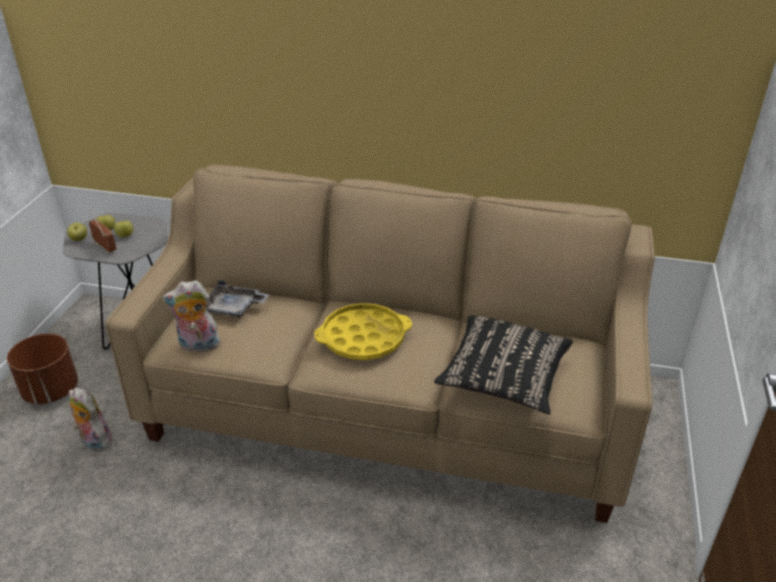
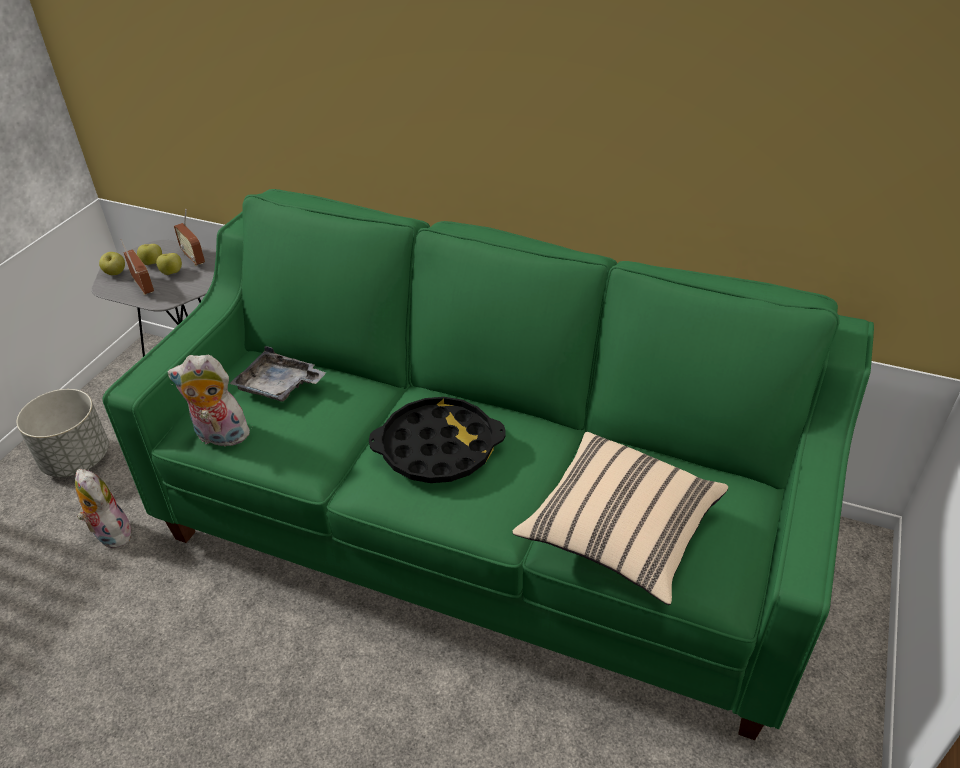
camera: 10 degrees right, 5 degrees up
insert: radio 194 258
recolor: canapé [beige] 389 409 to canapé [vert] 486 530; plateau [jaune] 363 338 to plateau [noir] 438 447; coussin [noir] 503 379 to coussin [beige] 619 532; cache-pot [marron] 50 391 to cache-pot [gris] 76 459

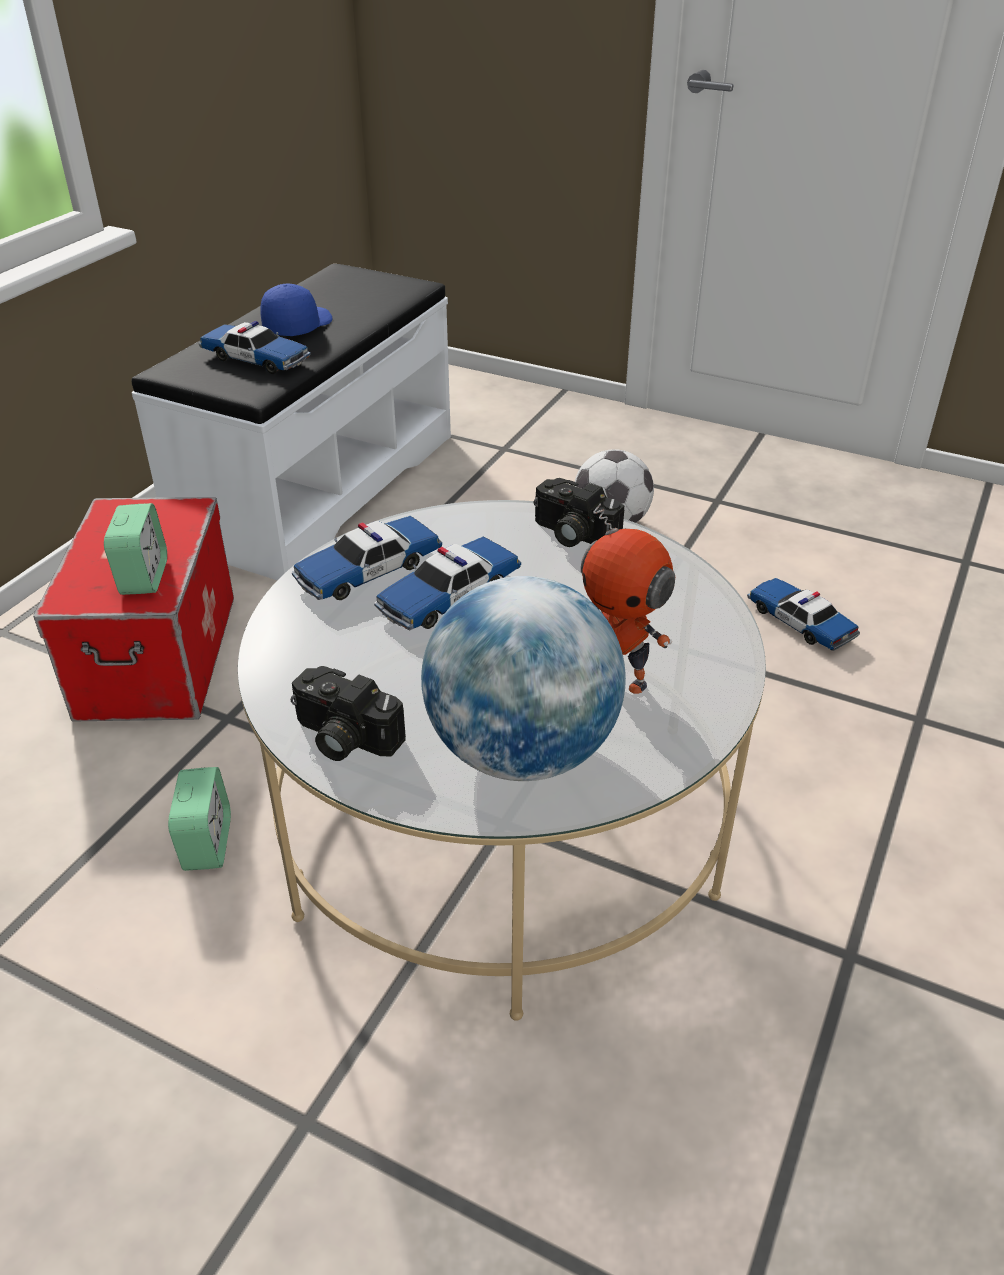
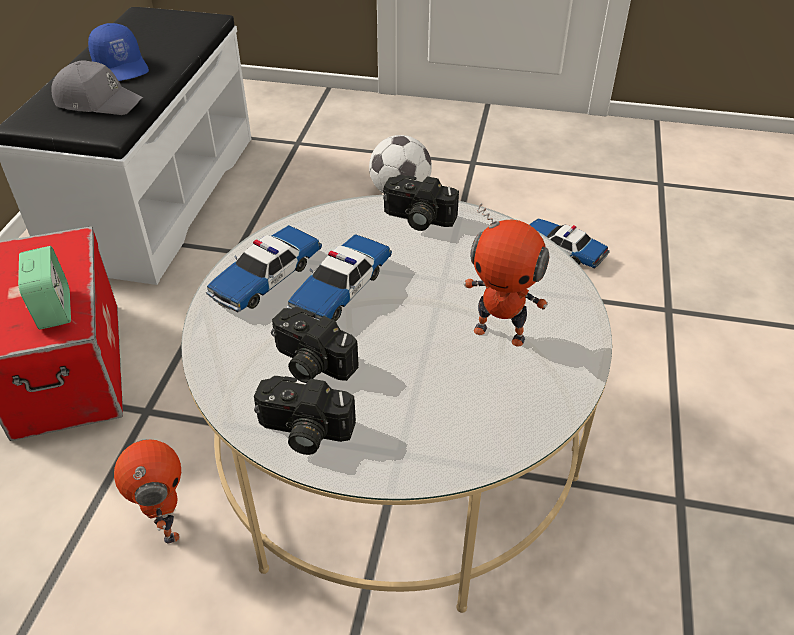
camera: 15 degrees left, 5 degrees up
delete: globe 521 752
insert: appareil photo 310 363
replace: petite voiture 256 359 to casquette [gris] 98 101; réveil 207 843 to robot jouet 166 523
rotate: casquette [bleu] 297 326 = 122 67 135 degrees clockwise

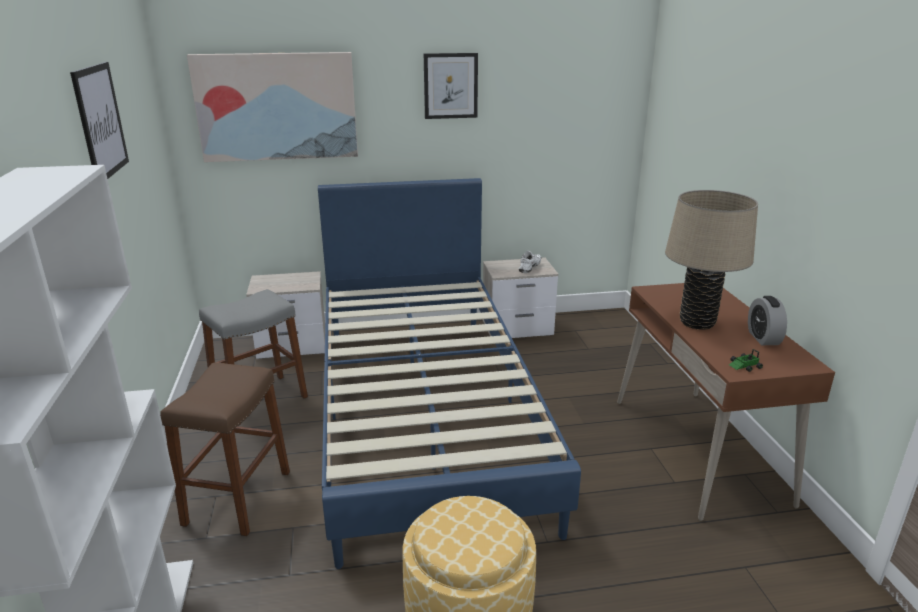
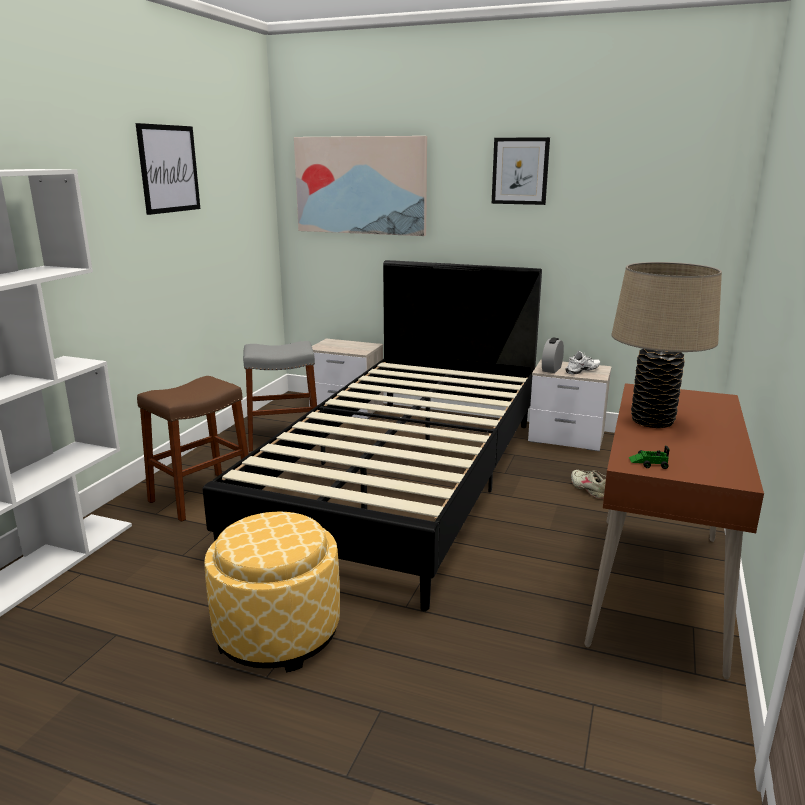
camera: 30 degrees right, 5 degrees down
insert: chaussure [beige] 589 489
move: réveil 763 338 to 551 369
recolor: lit [bleu] 424 412 to lit [noir] 403 480

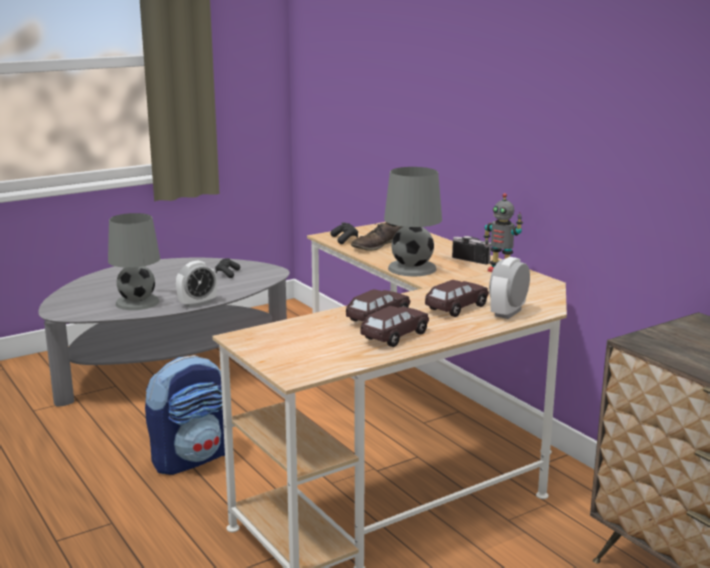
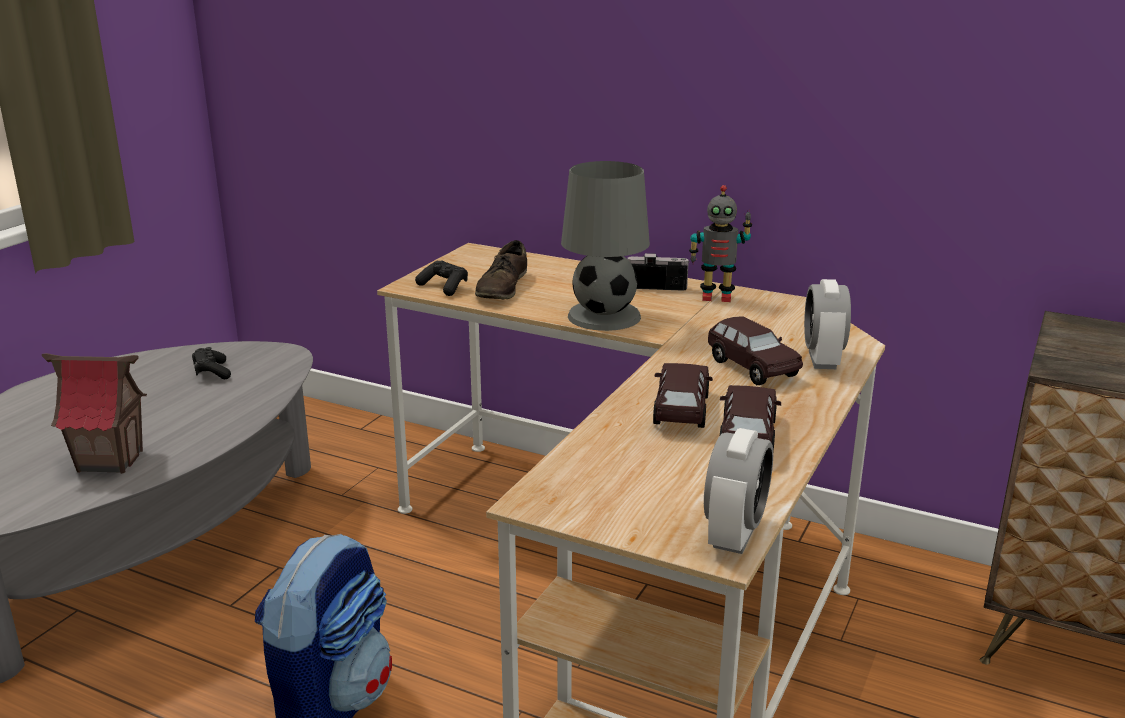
camera: 30 degrees left, 5 degrees up
move: réveil 197 303 to 734 535
replace: lampe de table [gris] 137 302 to maison miniature 110 460
rotate: petite voiture [marron] 456 308 = 752 367 135 degrees clockwise

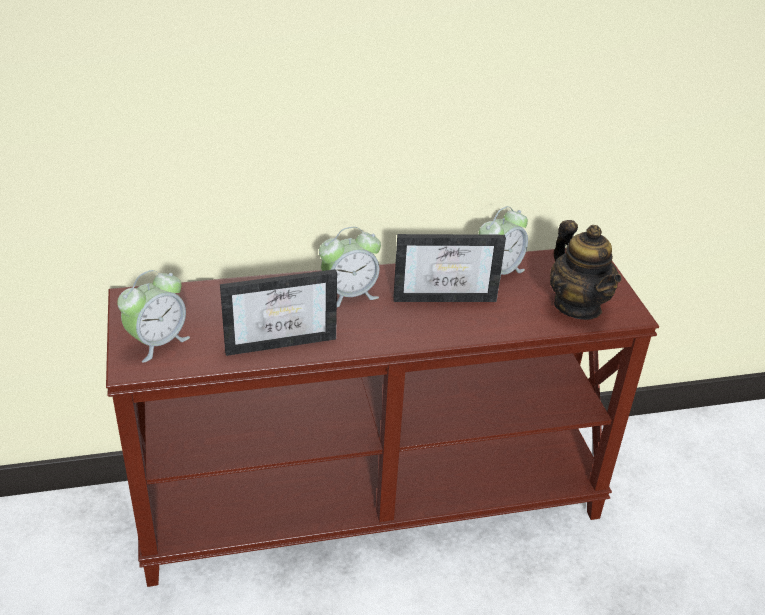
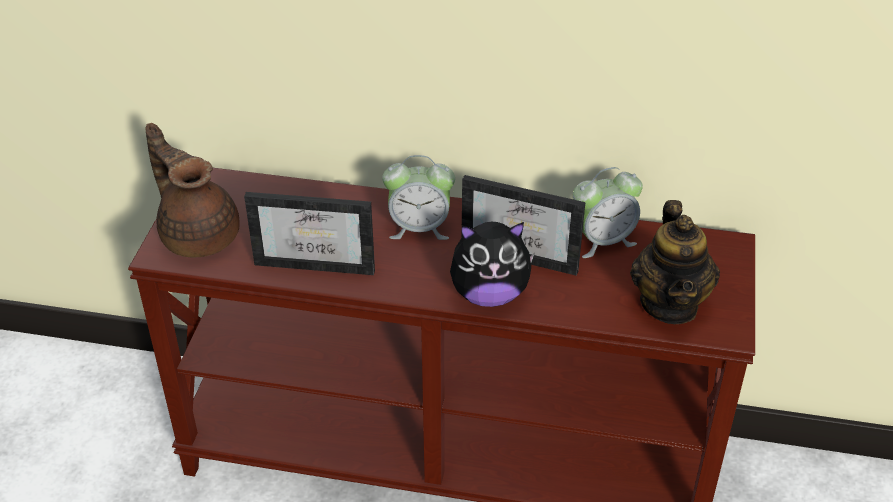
camera: 25 degrees right, 5 degrees up
insert: peluche 489 294
replace: réveil 157 342 to théière [marron] 198 234

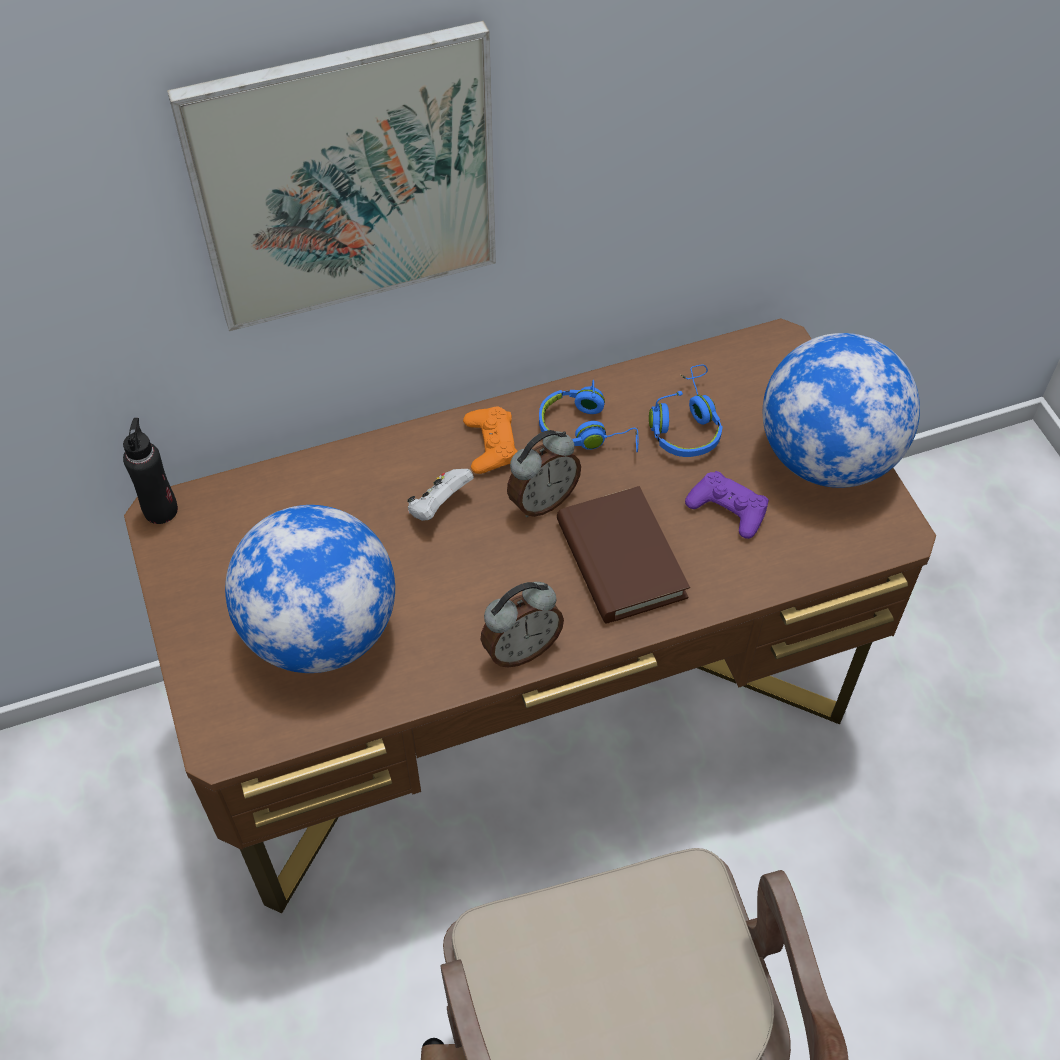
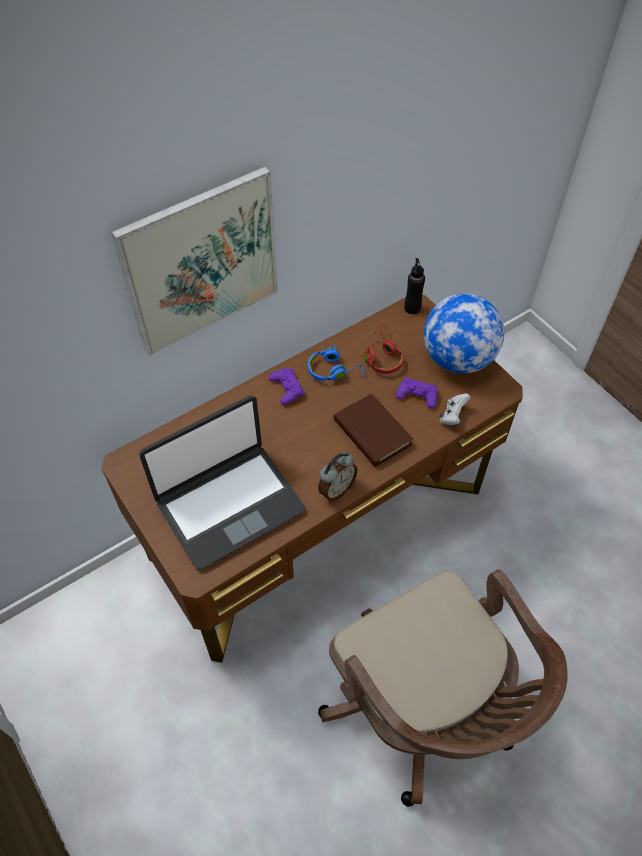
camera: 15 degrees left, 0 degrees up
delete: réveil 542 500
move: bouteille [noir] 161 510 to 412 308; manette [blanc] 439 506 to 452 416
replace: globe 320 631 to ordinateur portable 229 505
recolor: casque audio [bleu] 685 424 to casque audio [rouge] 382 356; manette [orange] 491 445 to manette [violet] 286 388

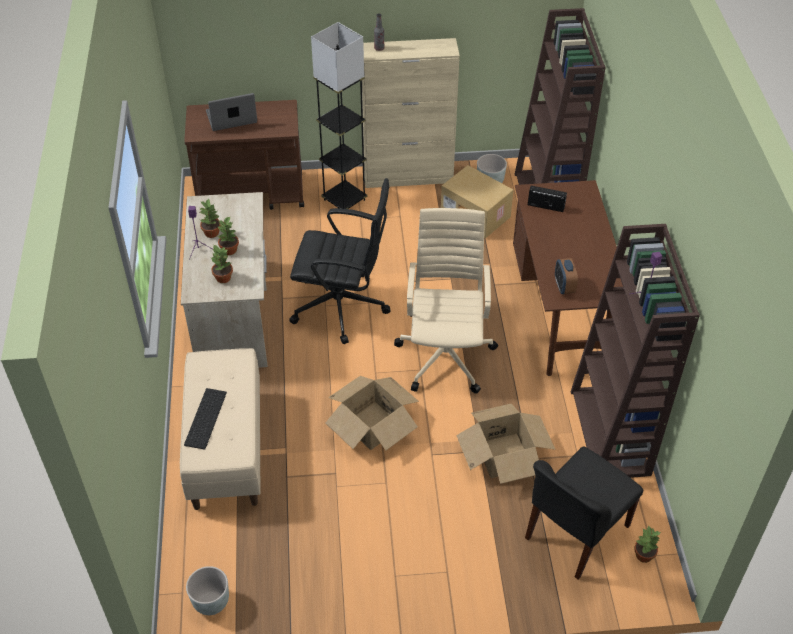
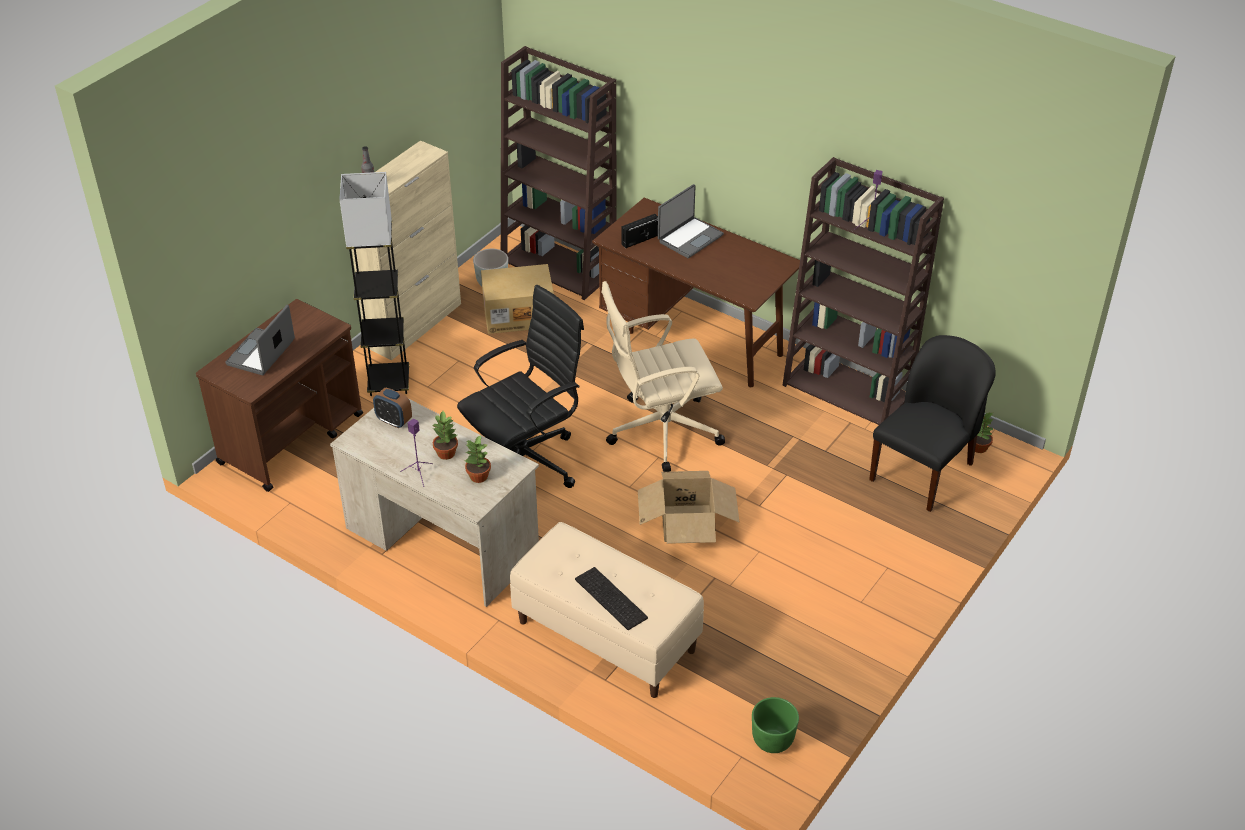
camera: 50 degrees left, 5 degrees down
delete: plante en pot 211 232; carton 503 455
insert: ordinateur portable 689 238
move: réveil 564 287 to 394 421
recolor: cache-pot [gris] 211 602 to cache-pot [vert] 772 741
rotate: chaise de bureau [beige] 446 355 = 660 431 60 degrees counterclockwise; chaise [noir] 575 533 = 923 471 135 degrees counterclockwise

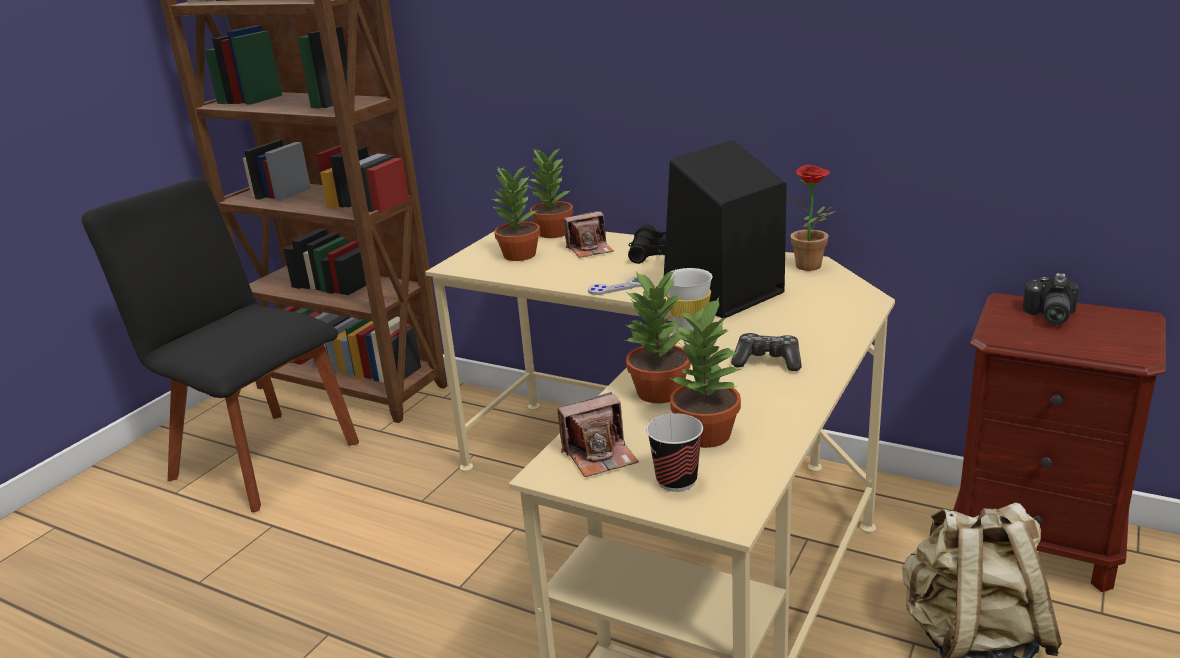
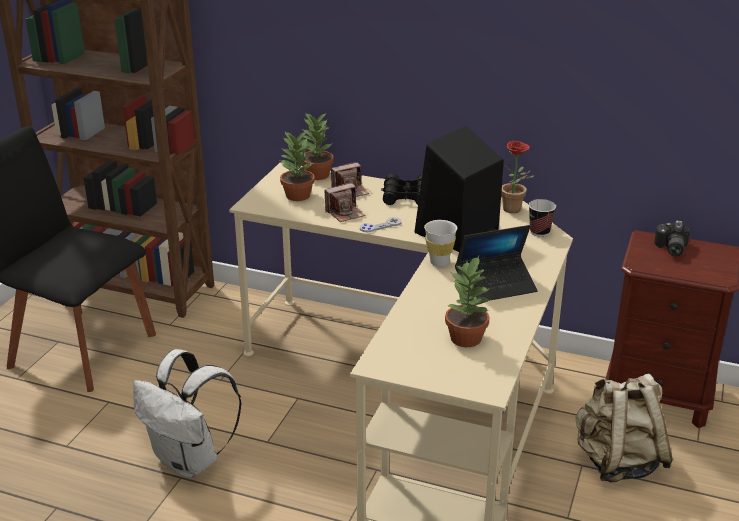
camera: 10 degrees left, 5 degrees up
delete: plante en pot 660 392
insert: sac à dos [blanc] 190 461
move: appareil photo 600 455 to 345 213; tasse 676 480 to 539 232
replace: manette 767 361 to ordinateur portable 495 286

